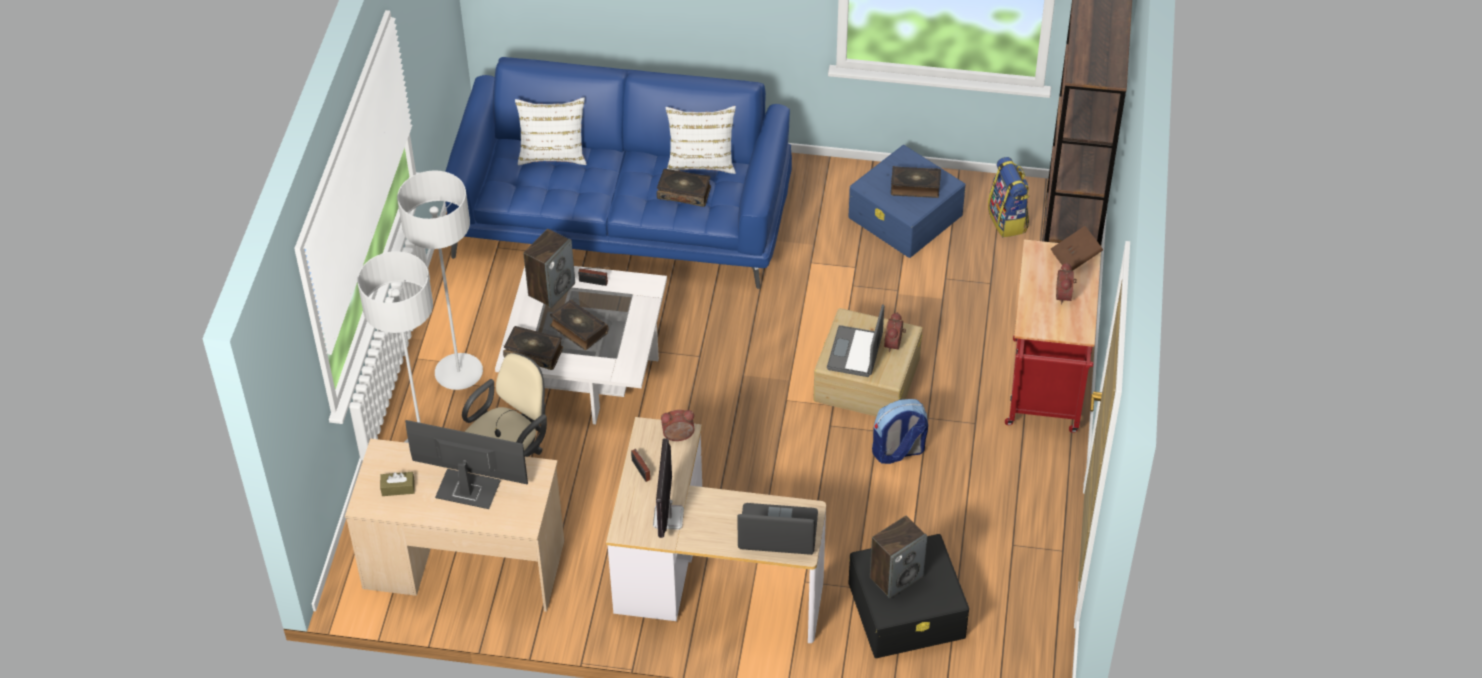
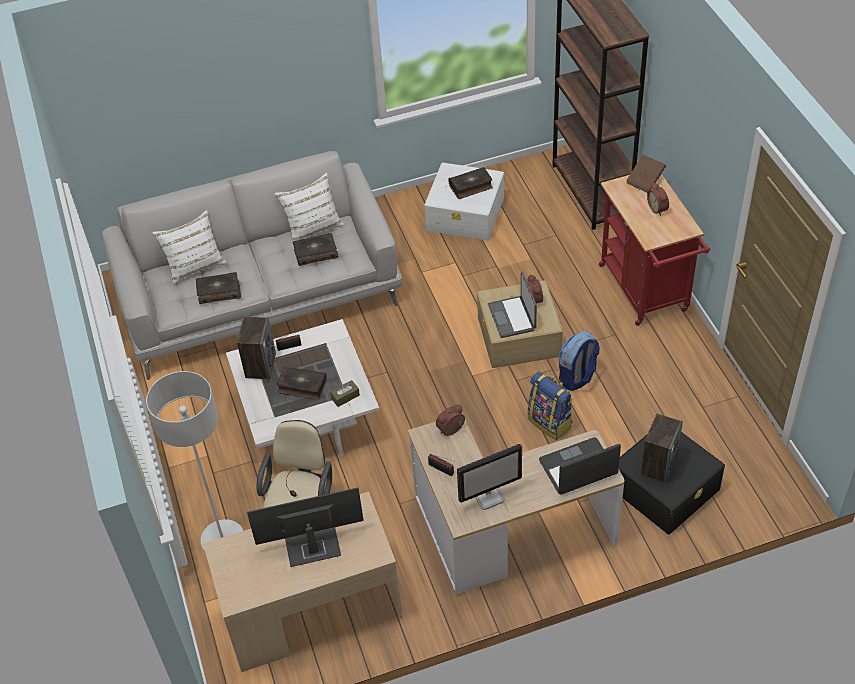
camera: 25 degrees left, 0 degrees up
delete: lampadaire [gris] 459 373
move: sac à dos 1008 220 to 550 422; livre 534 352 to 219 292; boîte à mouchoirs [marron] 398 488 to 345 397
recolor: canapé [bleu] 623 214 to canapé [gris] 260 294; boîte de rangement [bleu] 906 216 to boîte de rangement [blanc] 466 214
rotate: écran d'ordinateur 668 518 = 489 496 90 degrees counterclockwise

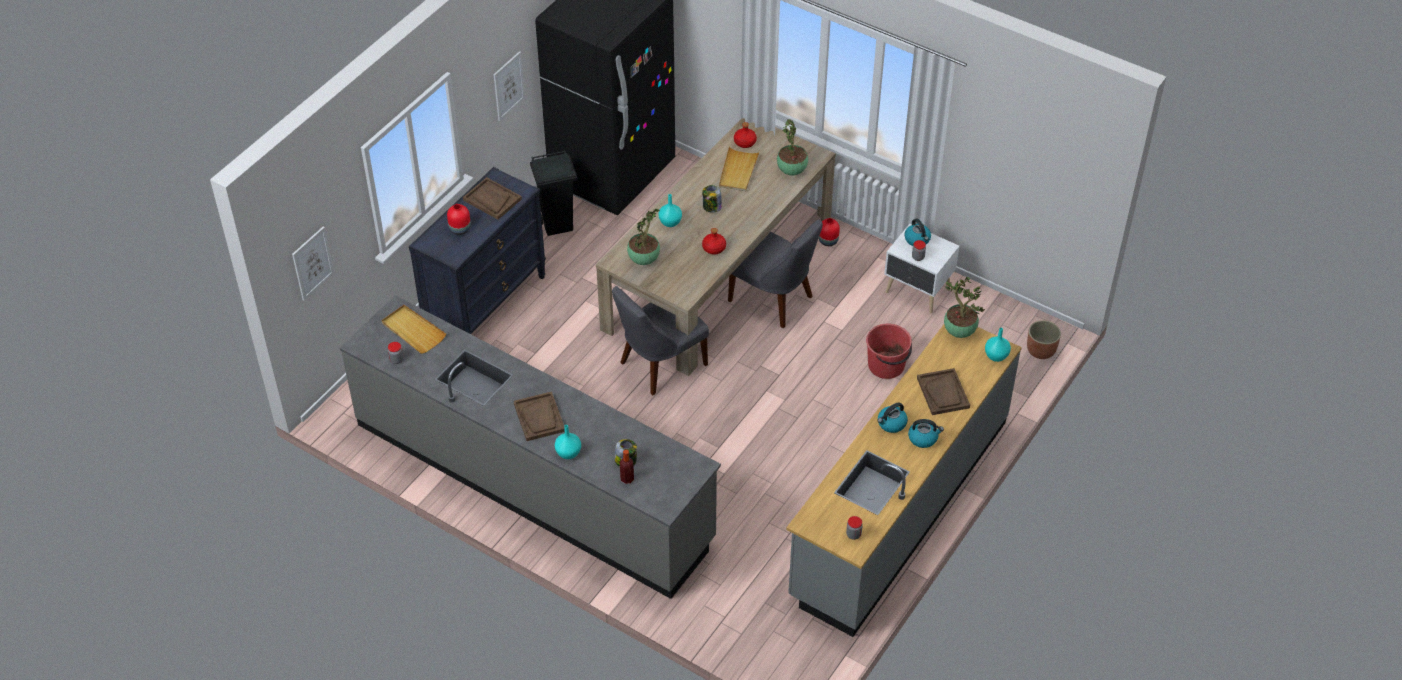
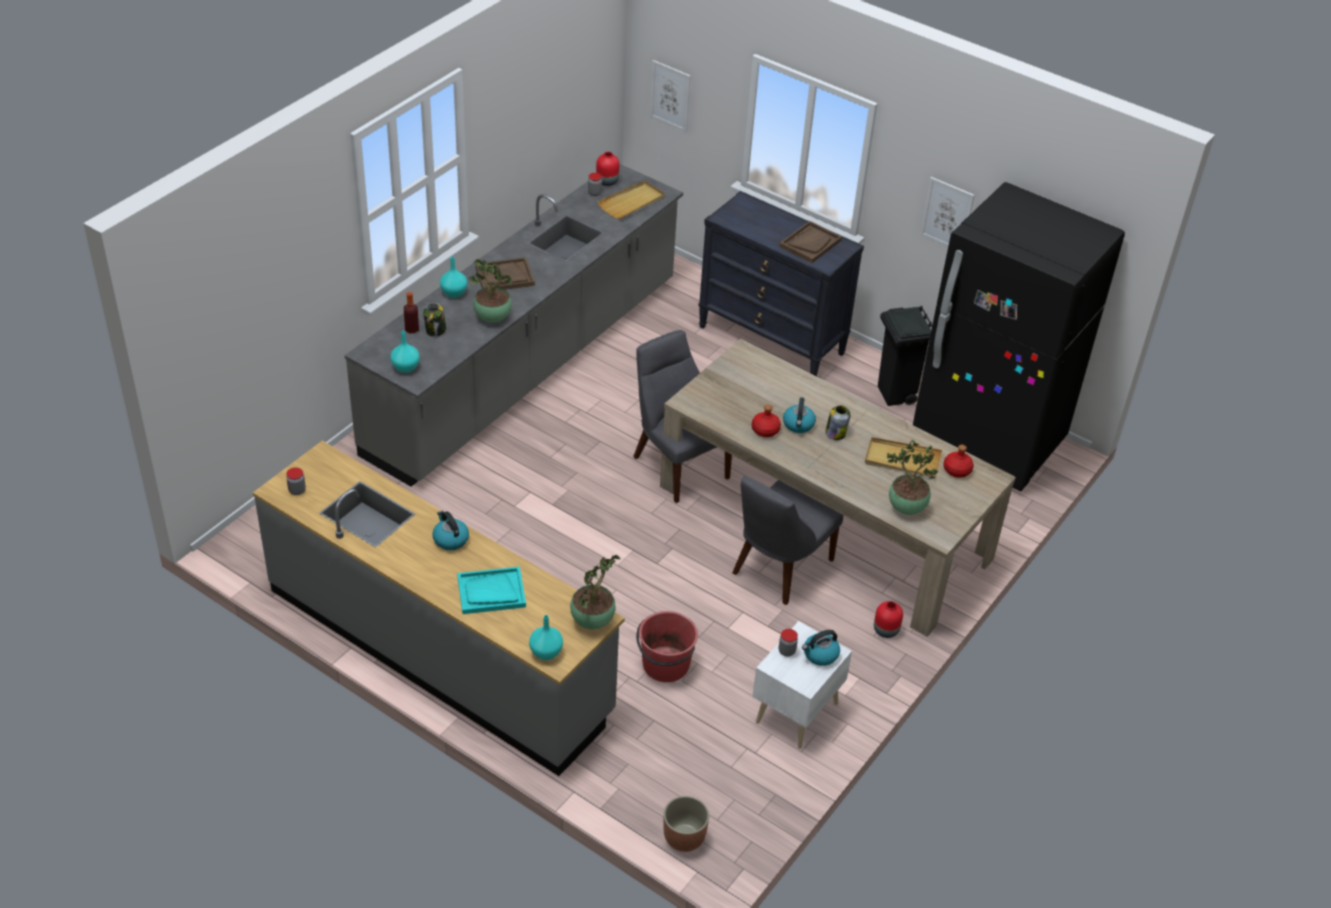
camera: 90 degrees right, 5 degrees down
move: vase [turquoise] 669 222 to 406 367; vase [rouge] 460 228 to 607 181; plante en pot 644 259 to 493 318; bouilloire 923 438 to 798 425
recolor: plateau [marron] 943 393 to plateau [turquoise] 491 592

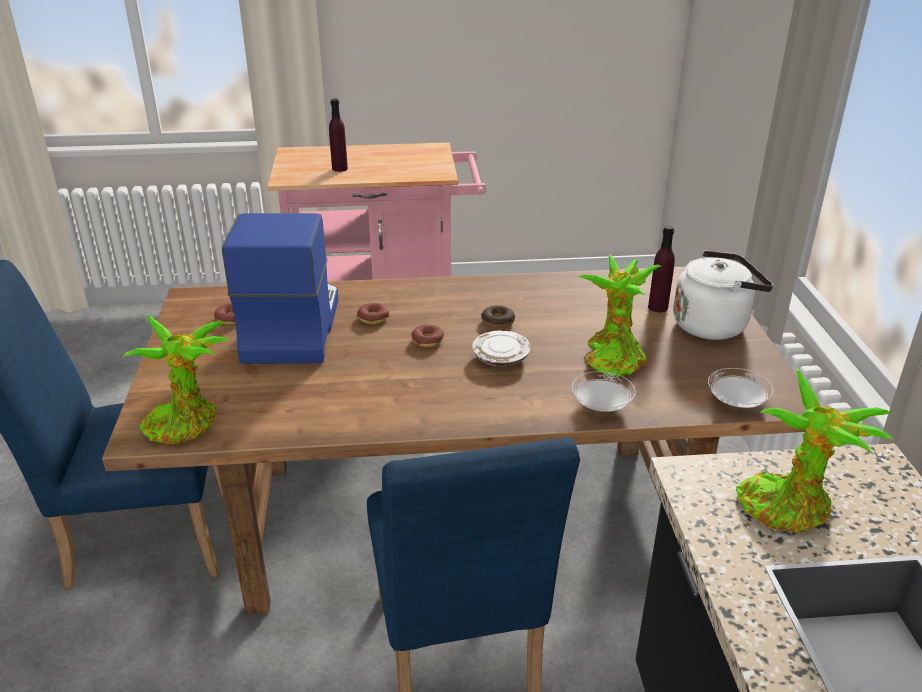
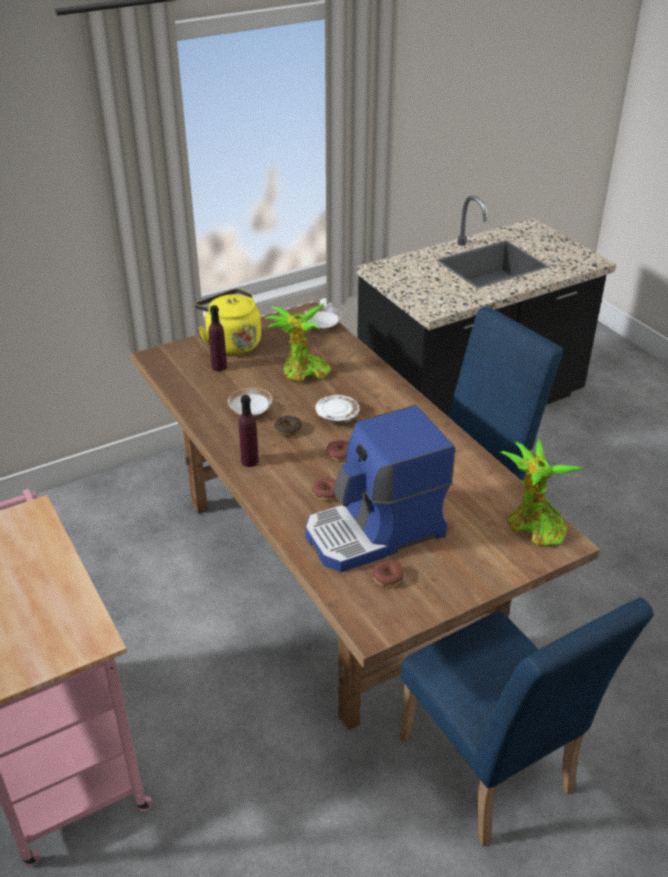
camera: 115 degrees left, 5 degrees up
delete: plante en pot 790 508
move: bouteille [violet] 339 168 to 250 461; assiette [blanc] 601 406 to 251 412
recolor: bouilloire [blanc] 713 325 to bouilloire [jaune] 231 343

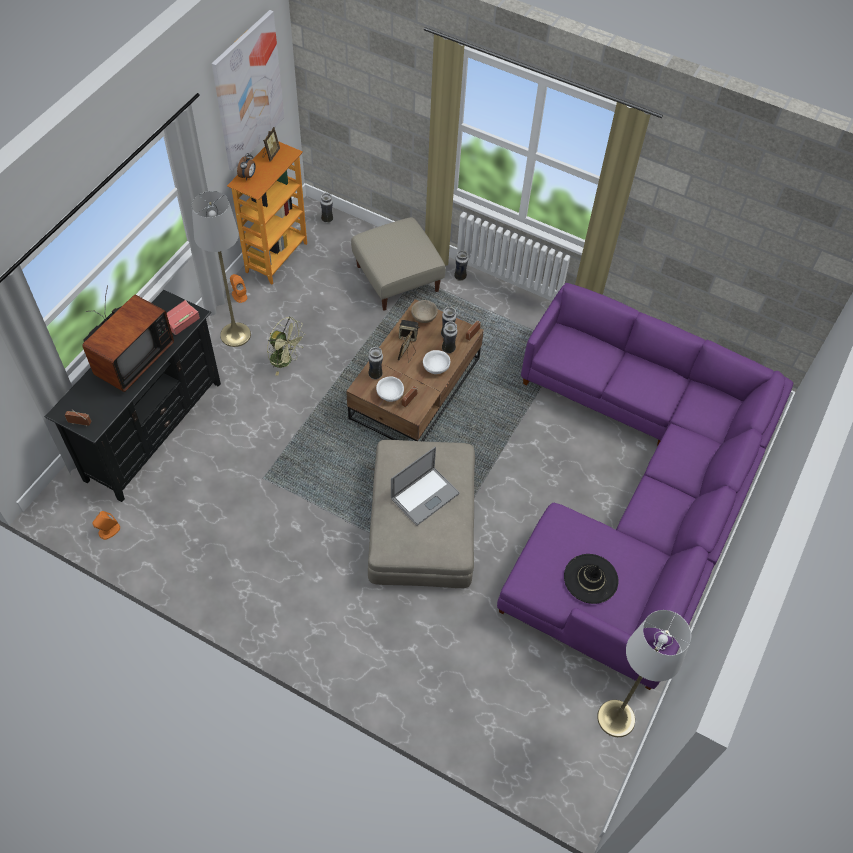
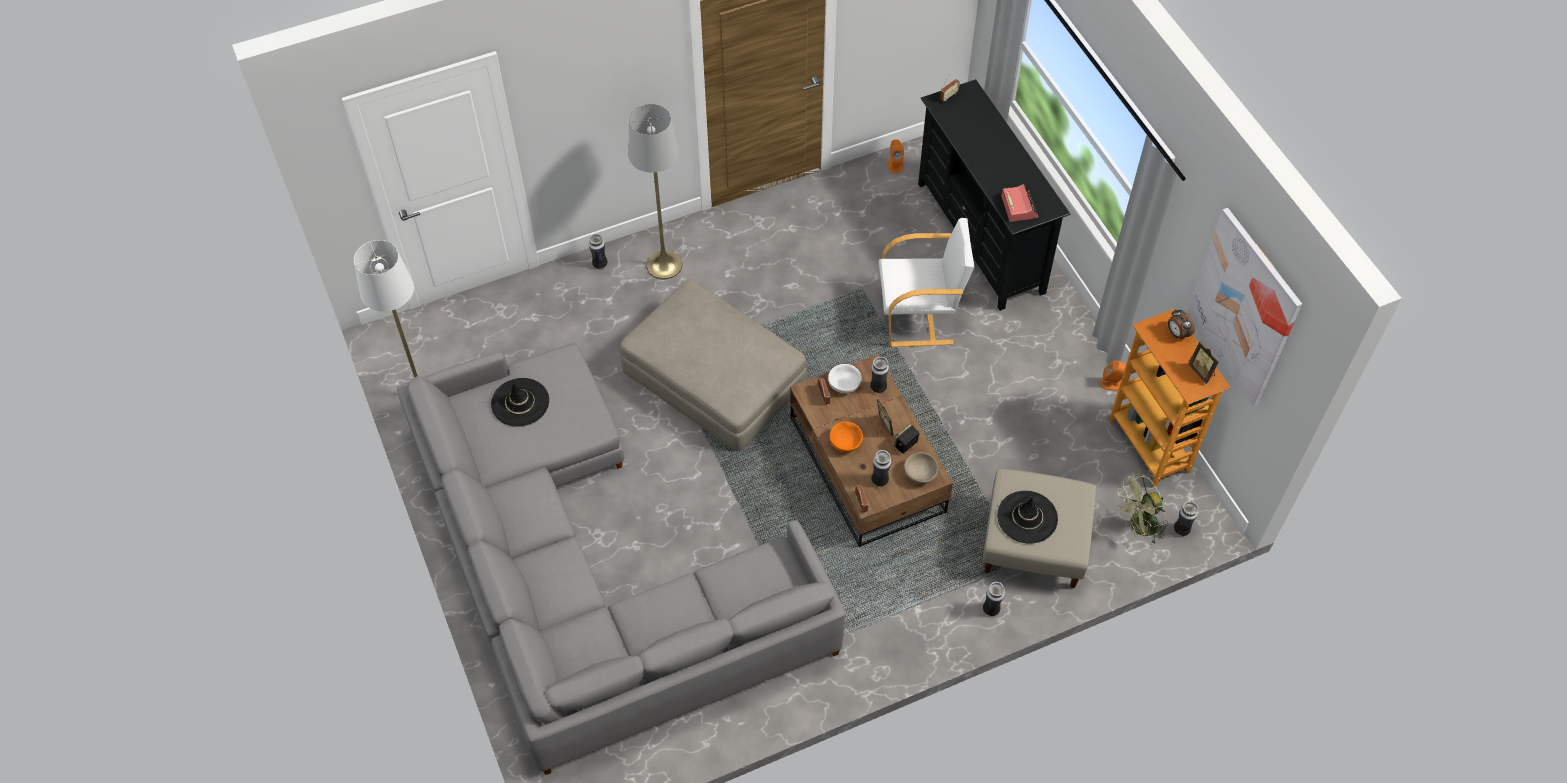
camera: 130 degrees right, 0 degrees up
delete: téléviseur 130 359; ordinateur portable 425 496
insert: fauteuil [blanc] 919 316; chapeau [noir] 1027 517
move: lampadaire [gris] 235 334 to 664 265; ventilateur [vert] 285 361 to 1138 527; vase 448 349 to 599 264
recolor: canapé [violet] 636 491 to canapé [gris] 587 573; bol [blanc] 436 367 to bol [orange] 846 443

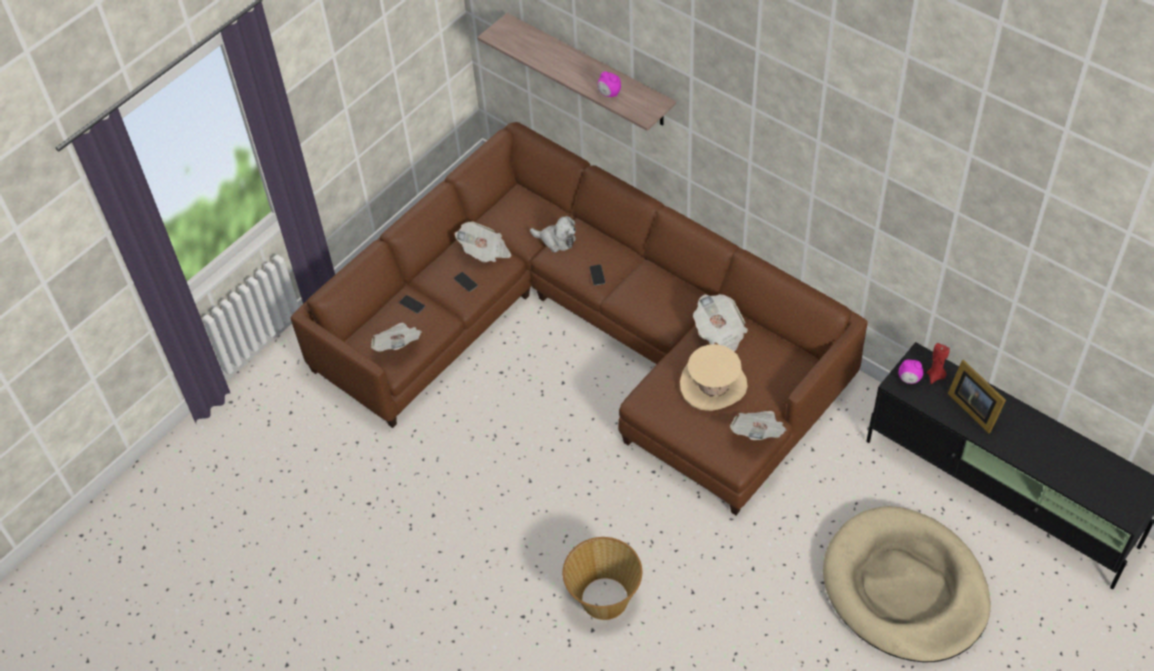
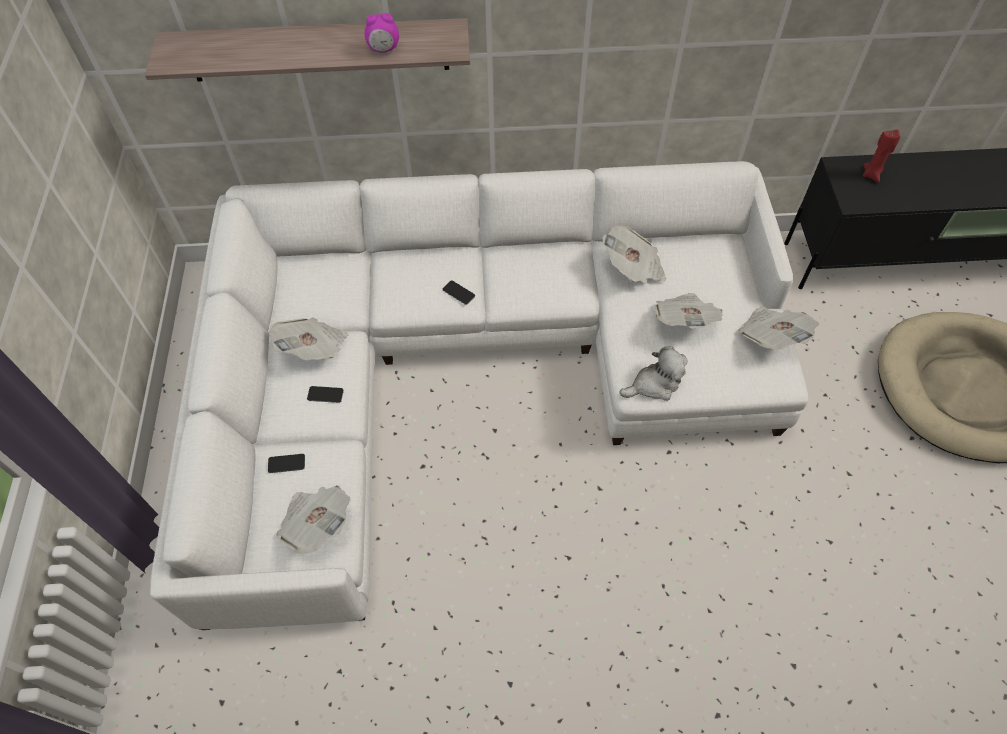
camera: 45 degrees left, 5 degrees up
delete: réveil 909 379; cadre photo 973 407; panier 604 598
move: peluche 556 240 to 654 384
replace: chapeau [beige] 713 385 to journal 684 321
recolor: canapé [marron] 588 335 to canapé [blanc] 470 366

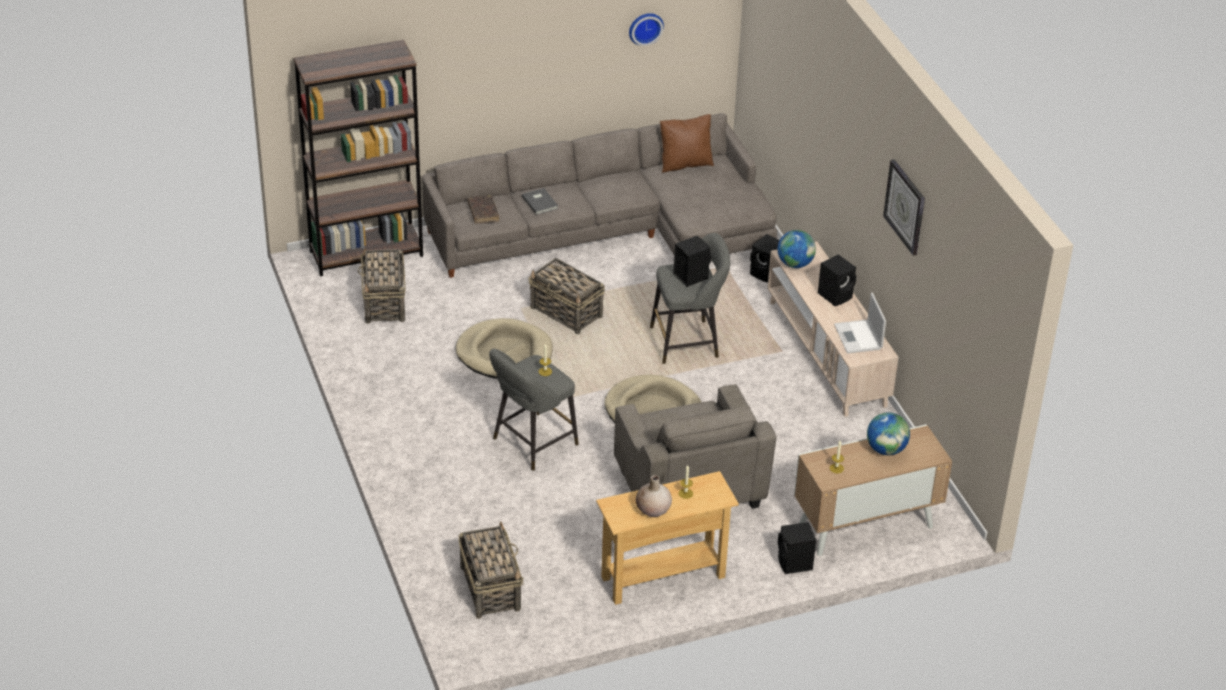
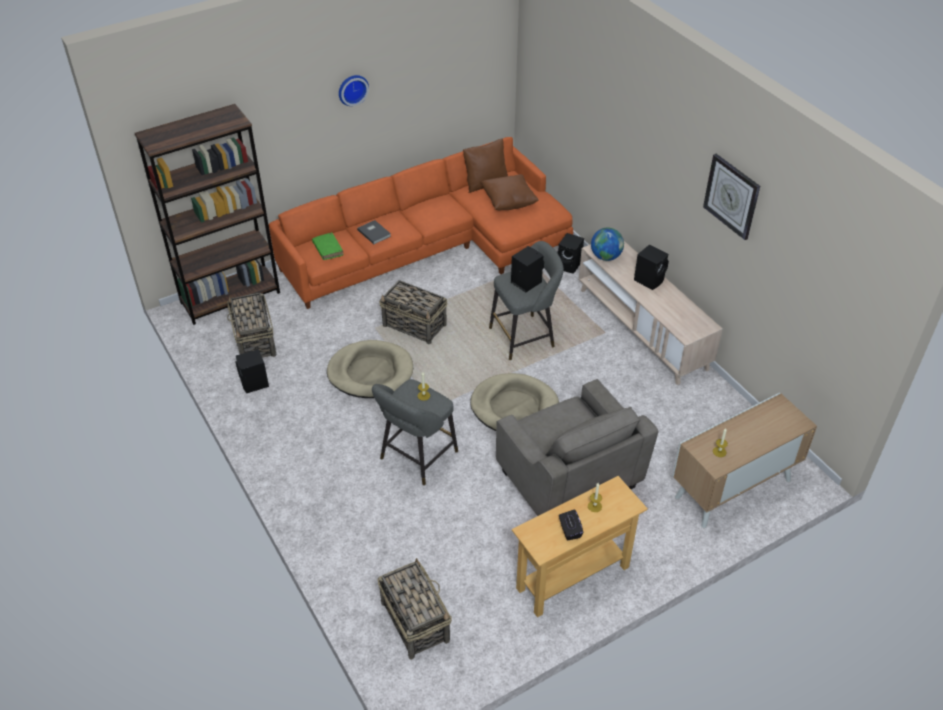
camera: 10 degrees left, 5 degrees up
delete: ordinateur portable 858 337; globe 886 449
insert: coussin [marron] 508 202
move: horloge murale 645 27 to 352 89; enceinte [noir] 795 564 to 254 384
replace: vase [beige] 653 510 to boîte à mouchoirs [noir] 569 530
recolor: canapé [gris] 611 230 to canapé [orange] 433 246; livre [marron] 483 213 to livre [vert] 328 249

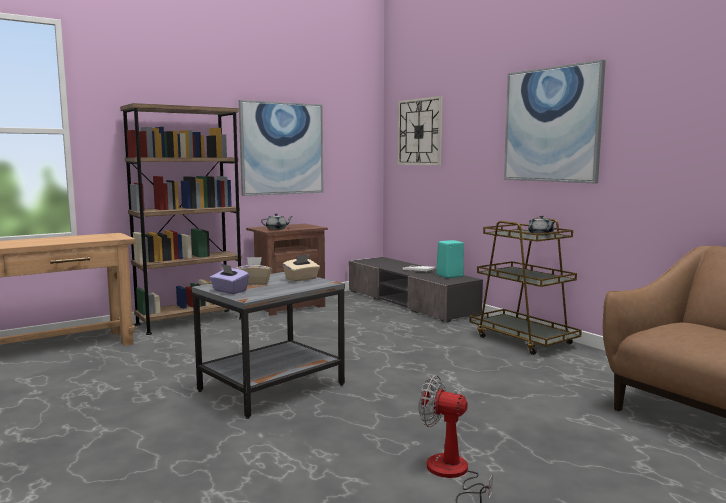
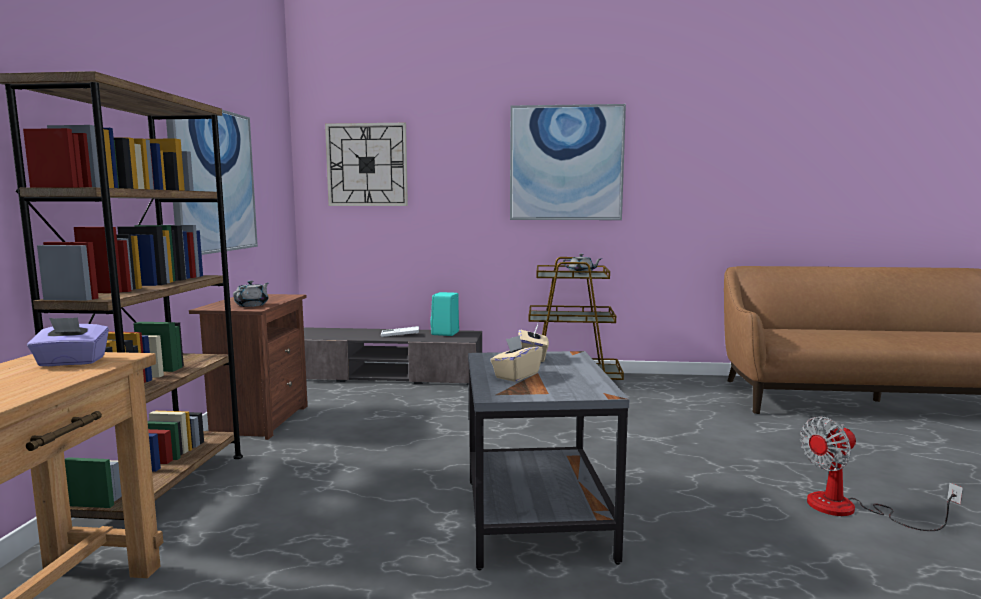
camera: 50 degrees left, 0 degrees up
move: boîte à mouchoirs [violet] 229 291 to 71 362

